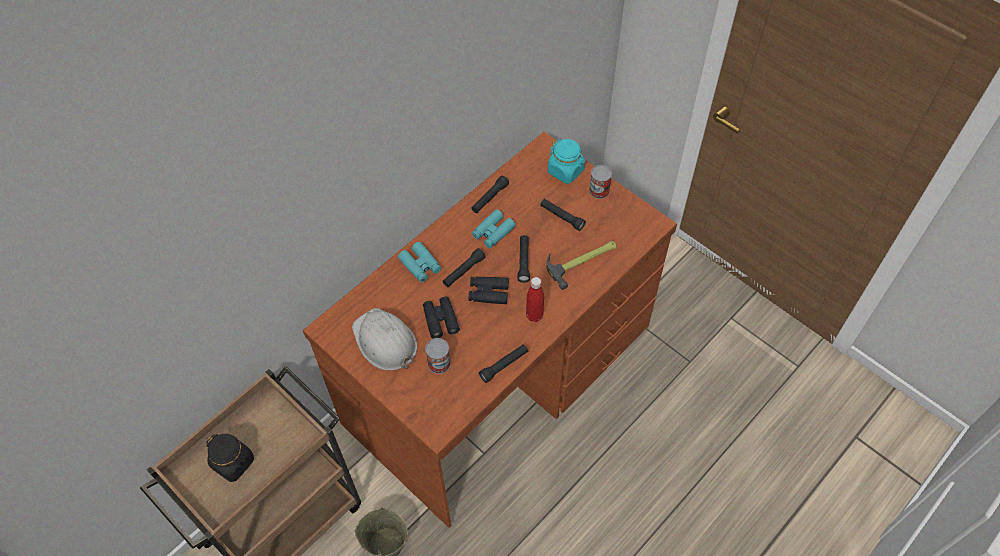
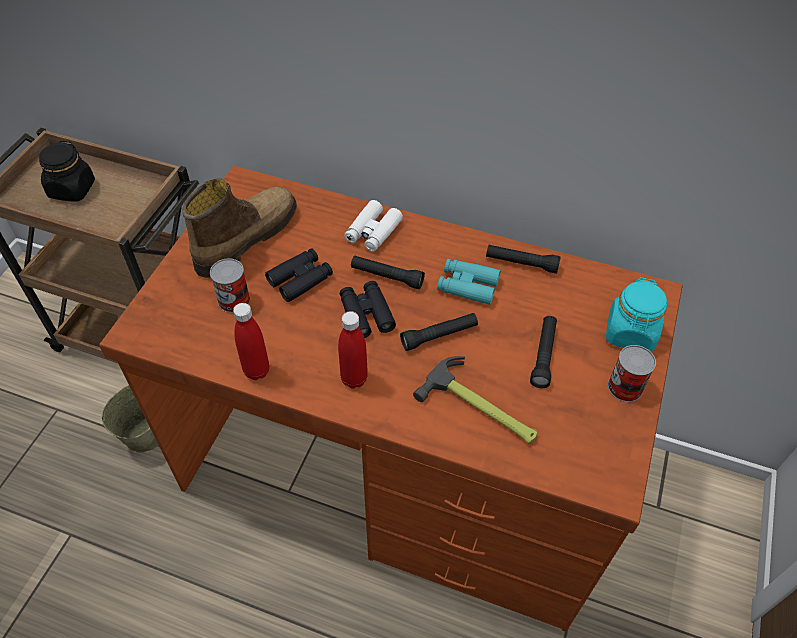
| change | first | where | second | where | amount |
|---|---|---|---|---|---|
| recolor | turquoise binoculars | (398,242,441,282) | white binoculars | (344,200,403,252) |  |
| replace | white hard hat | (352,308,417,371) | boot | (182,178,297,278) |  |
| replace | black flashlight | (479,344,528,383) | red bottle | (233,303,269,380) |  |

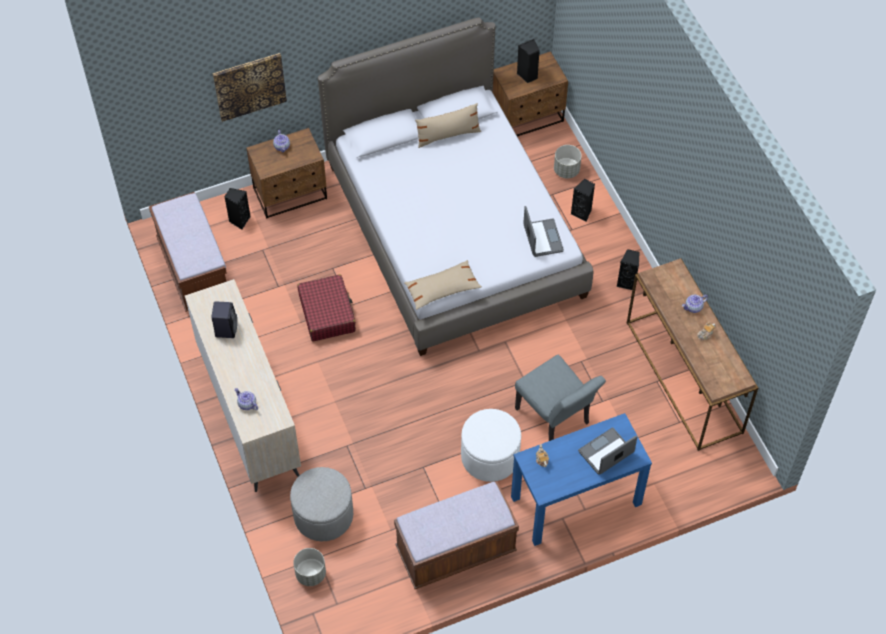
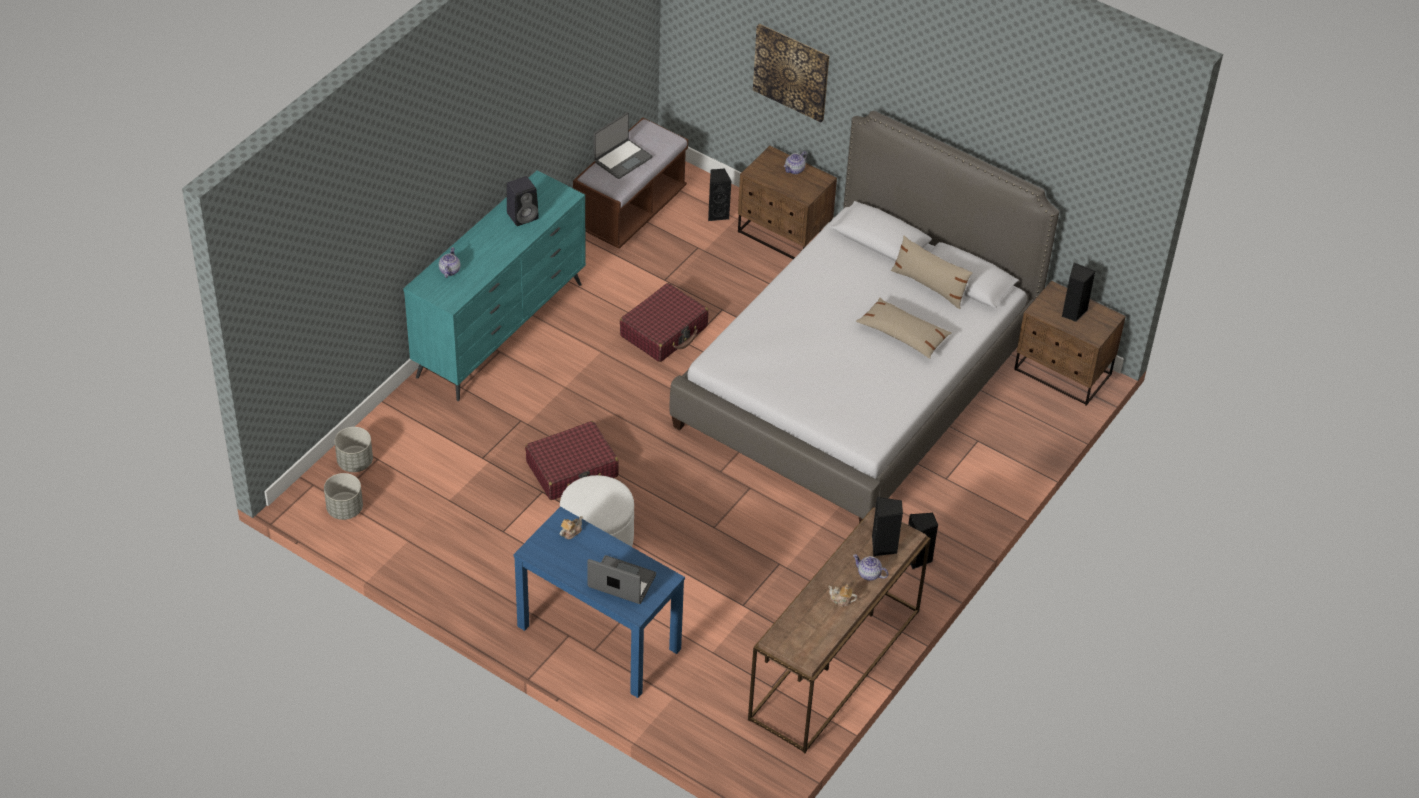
| change | first | where | second | where | amount |
|---|---|---|---|---|---|
| move | grey planter | (554,145,582,178) |  | (324,473,363,520) |  |
| move | black speaker | (571,179,595,222) |  | (872,497,903,557) |  |
| move | laptop | (523,206,564,257) |  | (594,112,653,179) |  |
| move | beige pillow | (404,260,482,310) |  | (856,298,952,358) |  |
| recolor | beige dresser | (185,279,301,492) | turquoise dresser | (403,171,586,401) |  |
| delete | grey chair | (515,355,606,441) |  |  |  |
| delete | grey ottoman | (290,467,353,541) |  |  |  |
| delete | brown bench | (394,481,519,589) |  |  |  |
| insert |  |  | red suitcase | (525,421,619,500) |  |

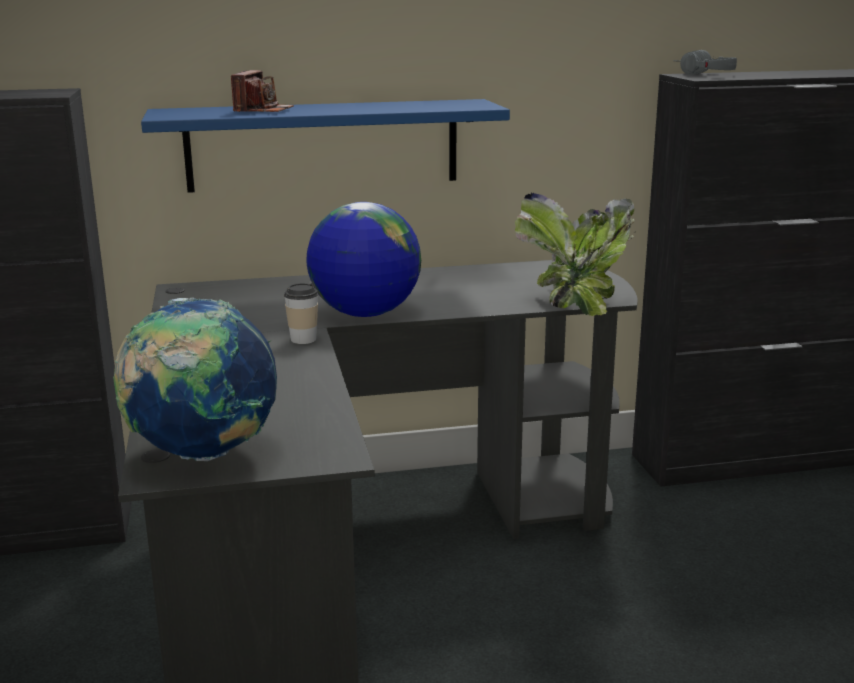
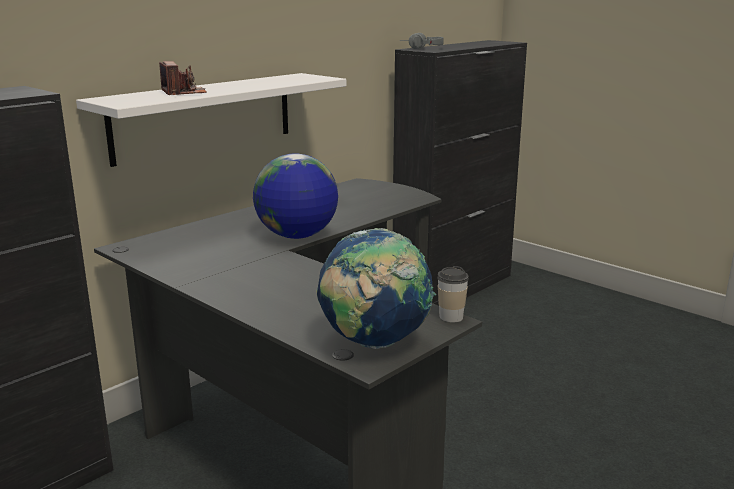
| change | first | where | second | where | amount |
|---|---|---|---|---|---|
| recolor | blue shelf | (141,99,510,193) | white shelf | (76,73,346,167) |  |
| delete | potted plant | (515,193,637,316) |  |  |  |
| move | cup | (284,283,318,344) |  | (437,266,469,323) |  |

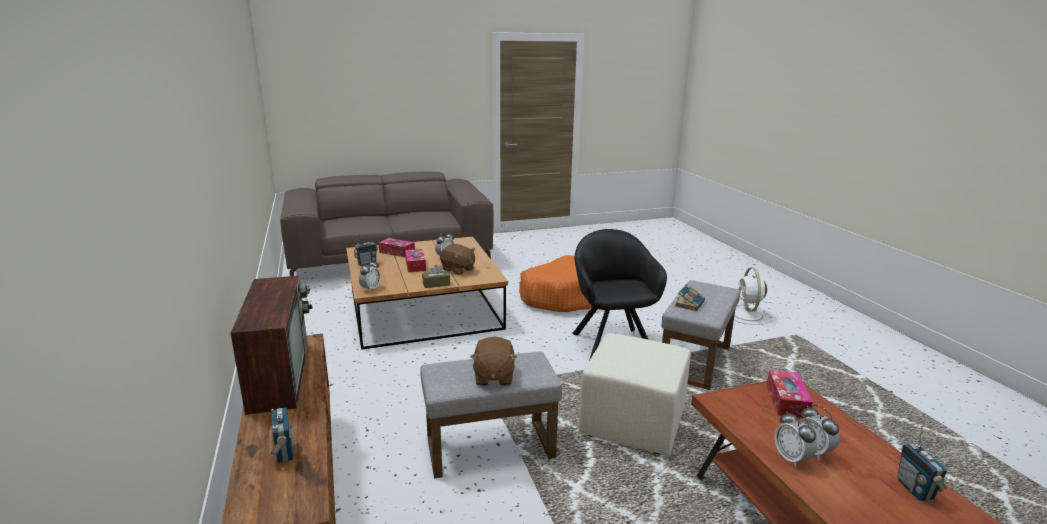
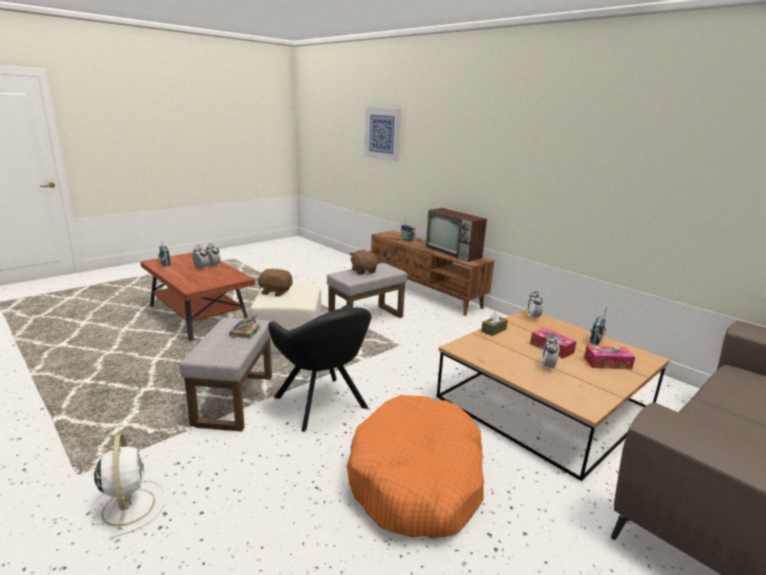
| change | first | where | second | where | amount |
|---|---|---|---|---|---|
| move | brown plush toy | (440,244,475,275) |  | (258,268,293,297) |  |
| delete | tissue box | (767,370,813,418) |  |  |  |
| insert |  |  | picture | (365,107,401,161) |  |

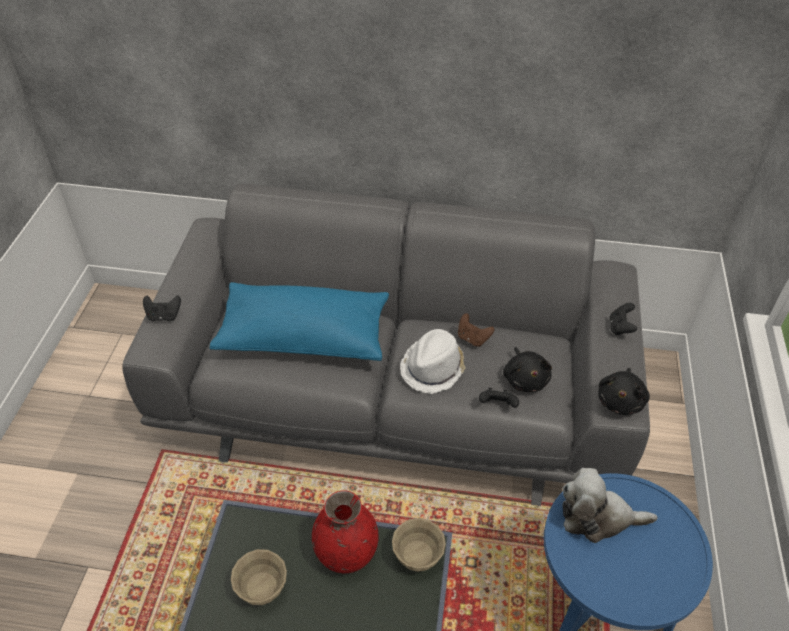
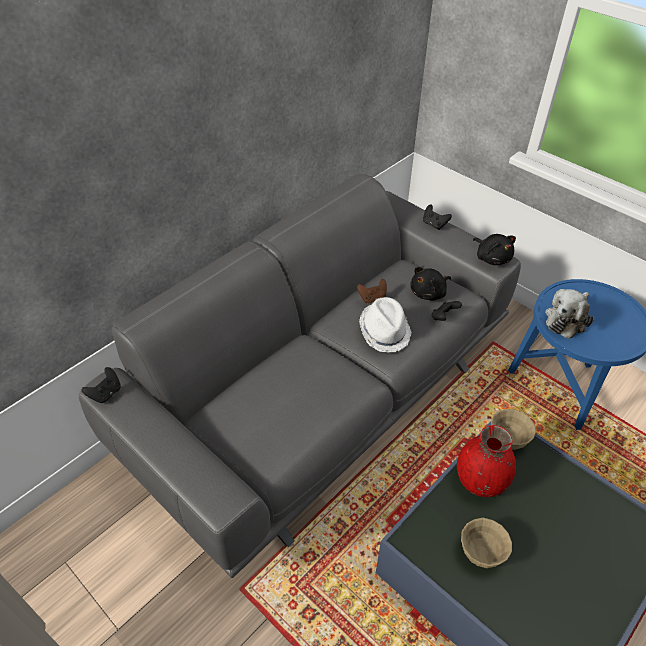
| change | first | where | second | where | amount |
|---|---|---|---|---|---|
| delete | blue pillow | (210,282,389,361) |  |  |  |
| move | black game controller | (143,295,181,321) |  | (82,367,121,403) |  |
| rotate | black plush toy | (503,347,552,392) |  | (410,267,451,300) | 120 degrees clockwise |

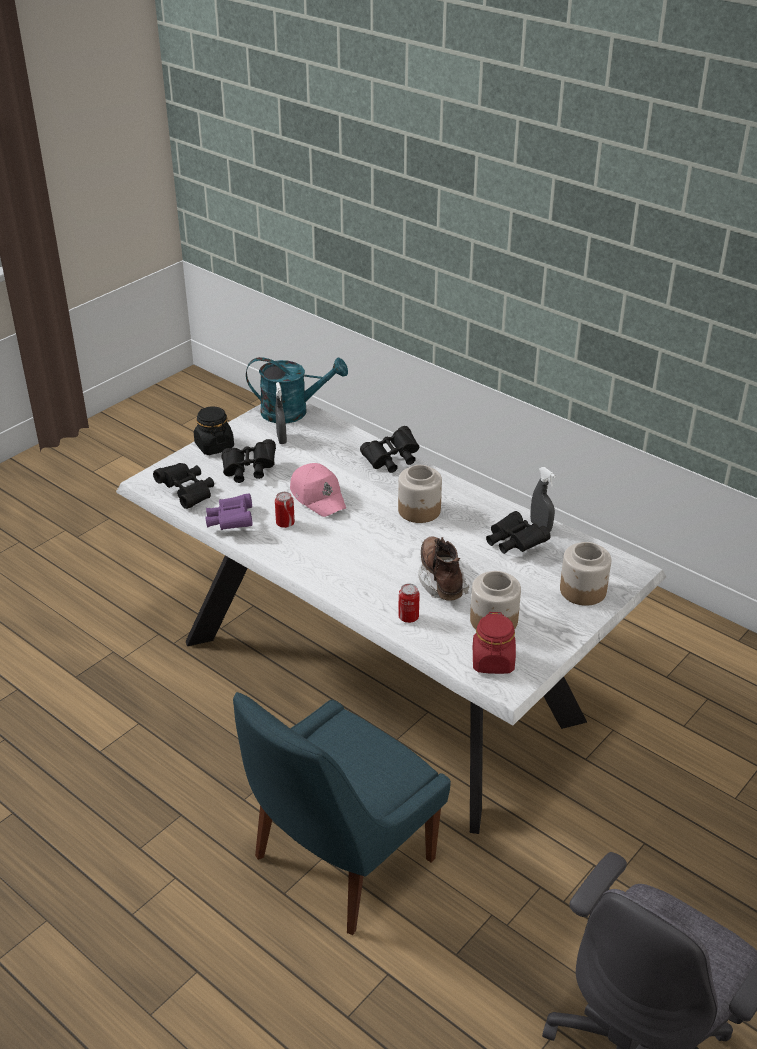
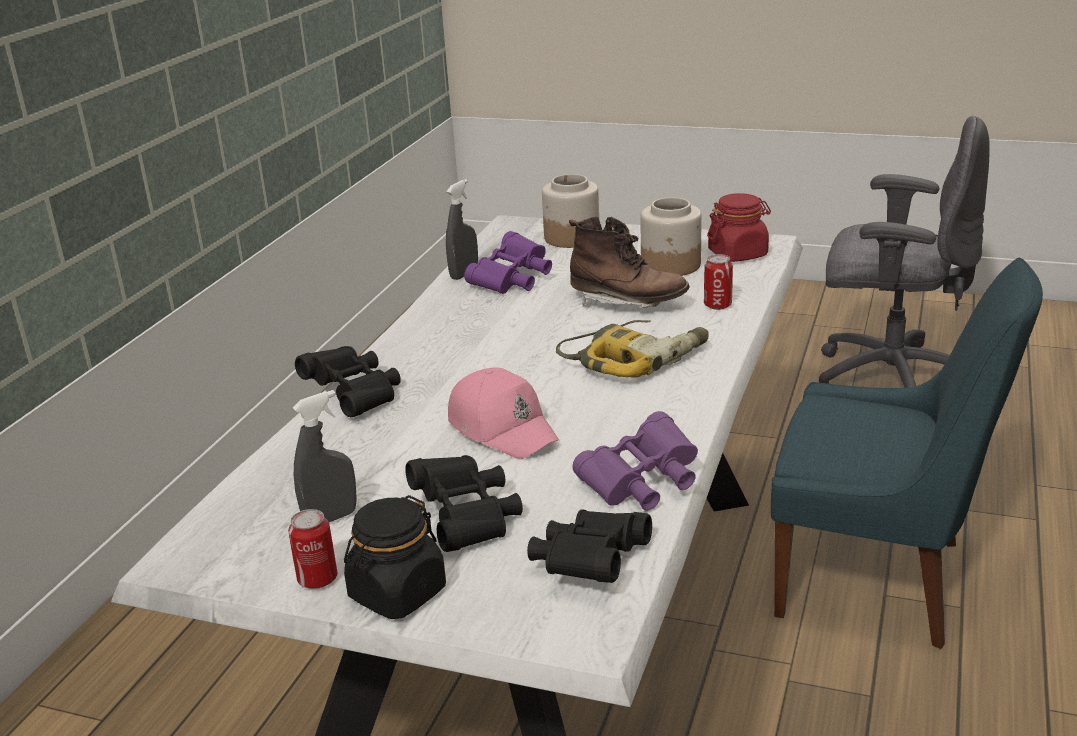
| change | first | where | second | where | amount |
|---|---|---|---|---|---|
| delete | turquoise watering can | (246,357,348,423) |  |  |  |
| rotate | pink cap | (290,463,346,517) |  | (448,367,559,459) | 105 degrees clockwise |
| delete | jar | (398,465,442,523) |  |  |  |
| move | can | (275,492,295,528) |  | (288,509,337,589) |  |
| recolor | black binoculars | (486,511,551,554) | purple binoculars | (464,231,552,294) |  |
| rotate | brown boot | (419,536,469,601) |  | (569,217,690,308) | 120 degrees counterclockwise |
| insert |  |  | power drill | (556,320,709,378) |  |

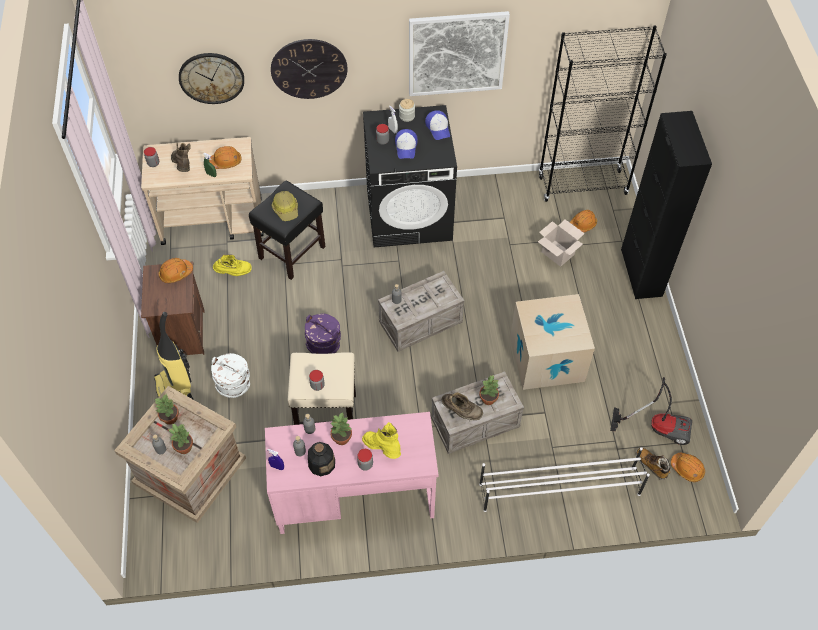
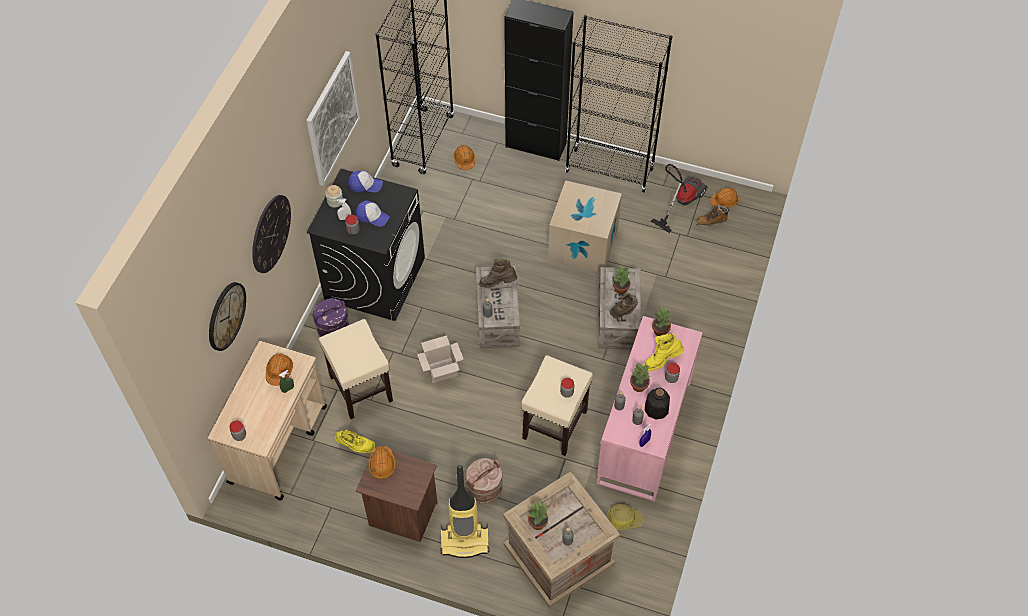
| change | first | where | second | where | amount |
|---|---|---|---|---|---|
| move | brown boot | (171,143,191,172) |  | (479,259,517,288) |  |
| recolor | black stool | (249,181,326,280) | beige stool | (319,319,393,419) |  |
| move | hard hat | (272,191,298,221) |  | (607,504,643,530) |  |
| move | cardboard box | (538,219,585,267) |  | (417,335,464,383) |  |
| rotate | yellow boot | (213,254,252,276) |  | (335,429,375,453) | 90 degrees clockwise |
| move | purple bucket | (305,314,341,354) |  | (313,298,349,337) |  |
| recolor | white bucket | (211,353,250,398) | brown bucket | (466,458,503,504) |  |
| move | potted plant | (169,424,193,454) |  | (652,305,671,336) |  |
| delete | white shoe rack | (479,447,650,512) |  |  |  |
| insert |  |  | black bookcase | (565,15,672,192) |  |

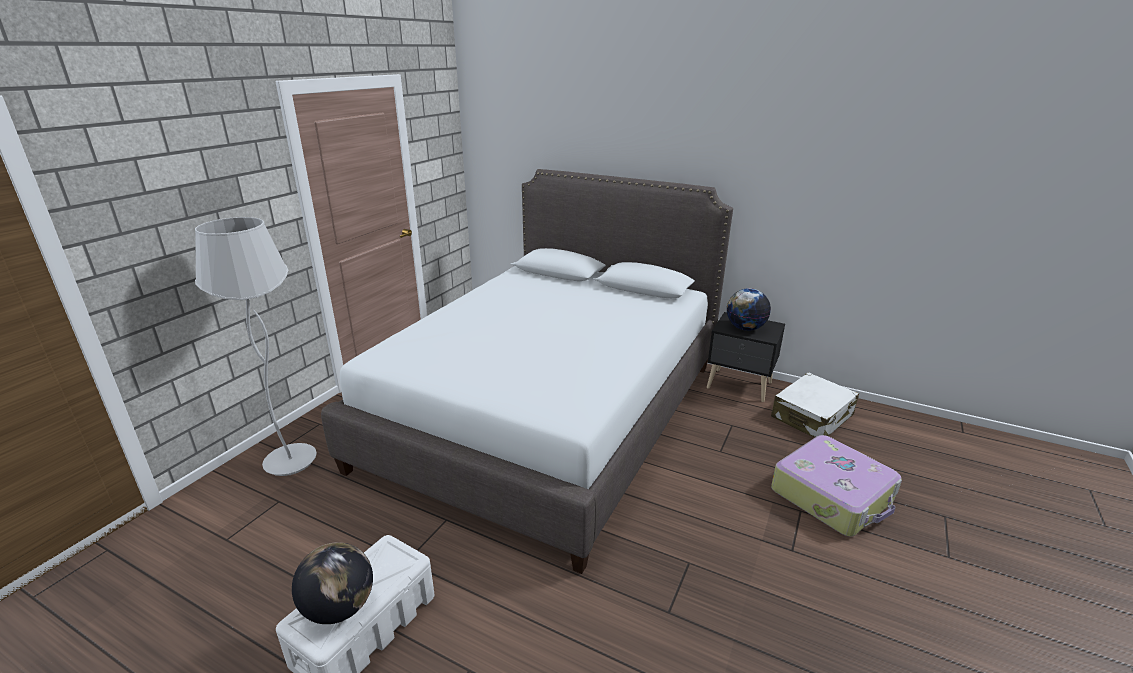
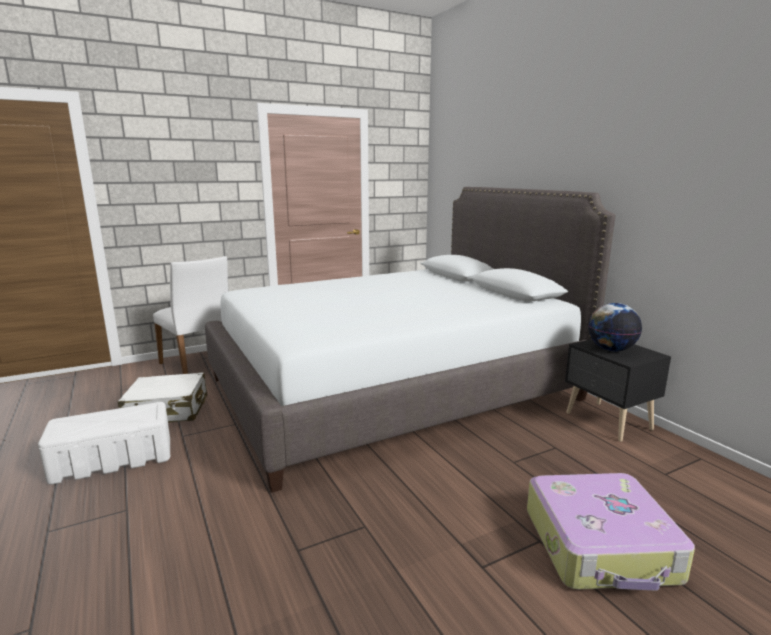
| change | first | where | second | where | amount |
|---|---|---|---|---|---|
| replace | white floor lamp | (195,217,317,476) | white chair | (153,256,228,374) |  |
| move | white suitcase | (771,372,859,438) |  | (118,372,207,423) |  |
| delete | globe | (292,542,373,624) |  |  |  |

